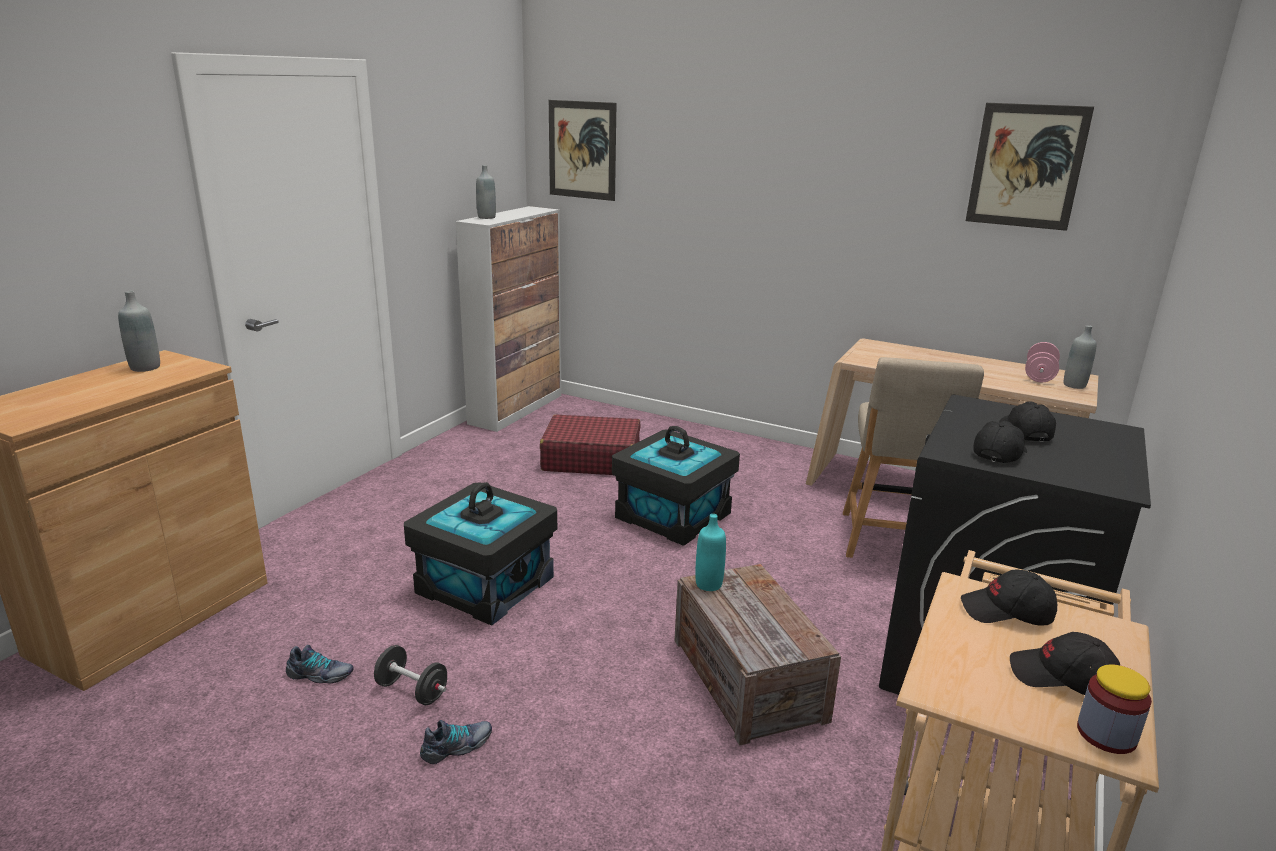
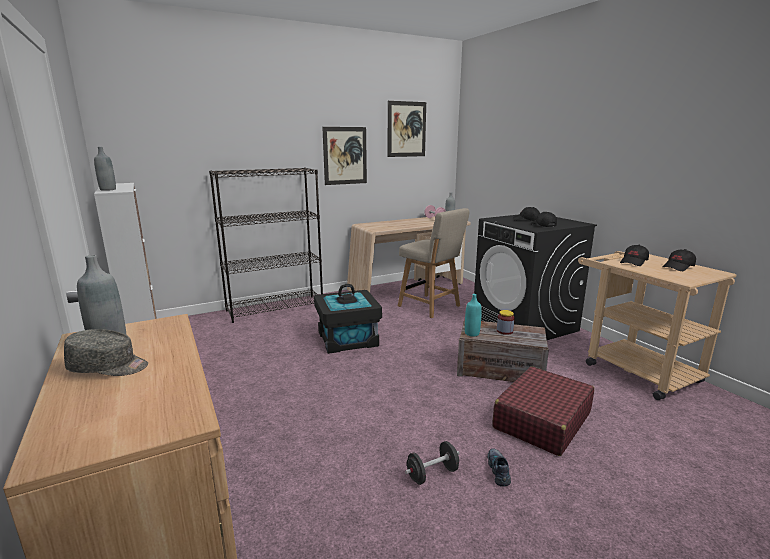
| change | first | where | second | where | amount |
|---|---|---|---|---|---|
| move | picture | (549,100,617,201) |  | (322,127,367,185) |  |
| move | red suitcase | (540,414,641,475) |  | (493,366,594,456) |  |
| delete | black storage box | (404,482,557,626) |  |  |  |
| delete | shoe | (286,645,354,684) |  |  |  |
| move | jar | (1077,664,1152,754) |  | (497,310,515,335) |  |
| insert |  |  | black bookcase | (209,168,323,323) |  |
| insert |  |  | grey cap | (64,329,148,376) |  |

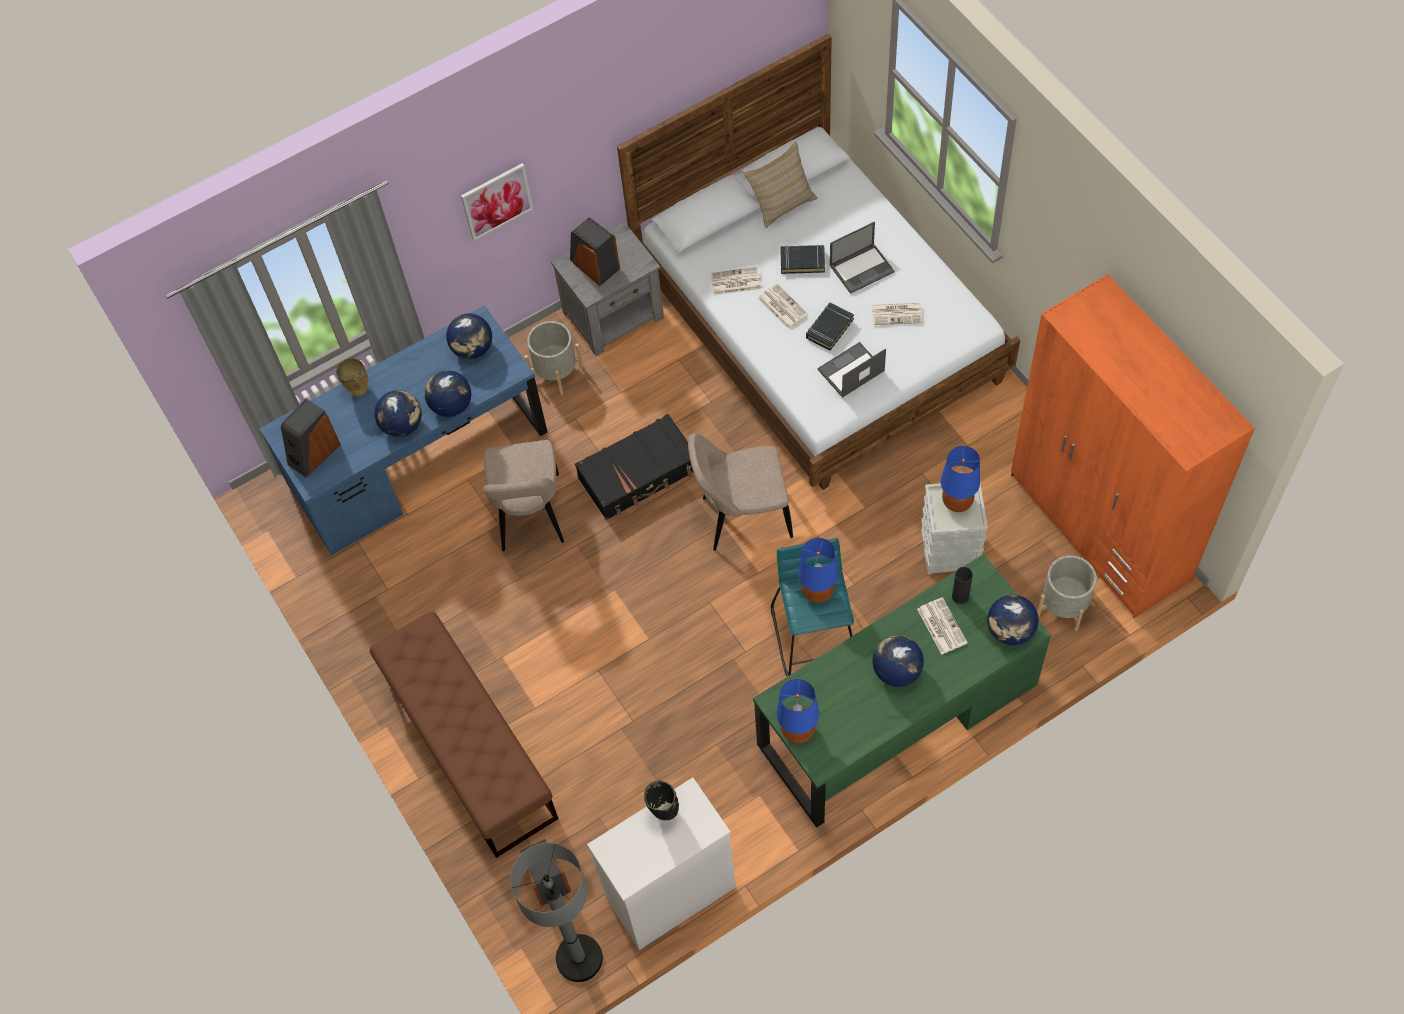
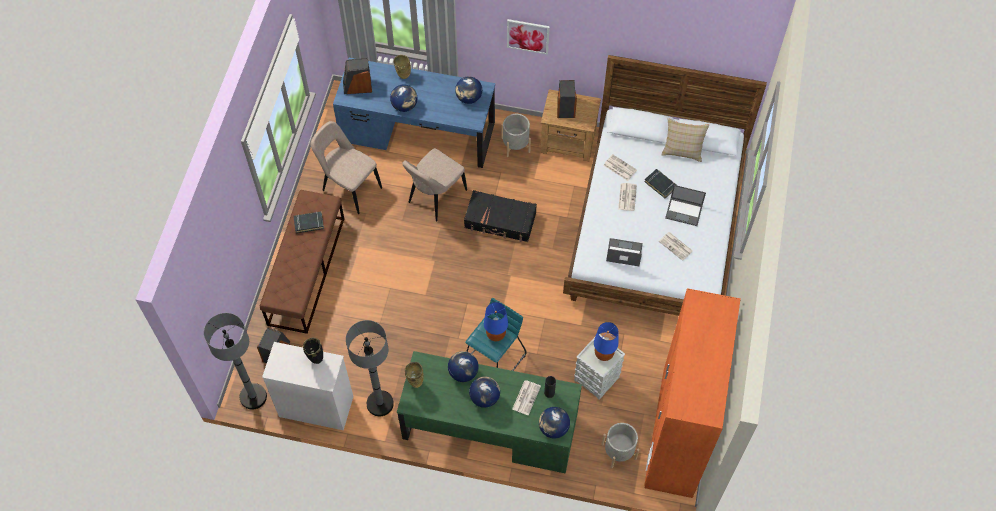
| change | first | where | second | where | amount |
|---|---|---|---|---|---|
| recolor | grey nightstand | (551,222,664,356) | brown nightstand | (540,89,601,161) |  |
| move | black book | (806,302,854,351) |  | (293,211,324,233) |  |
| move | globe | (425,370,471,417) |  | (448,351,479,382) |  |
| move | beige chair | (688,433,793,551) |  | (310,121,382,214) |  |
| replace | blue table lamp | (777,679,819,743) | beige vase | (405,362,424,388) |  |
| insert |  |  | grey floor lamp | (346,320,394,416) |  |

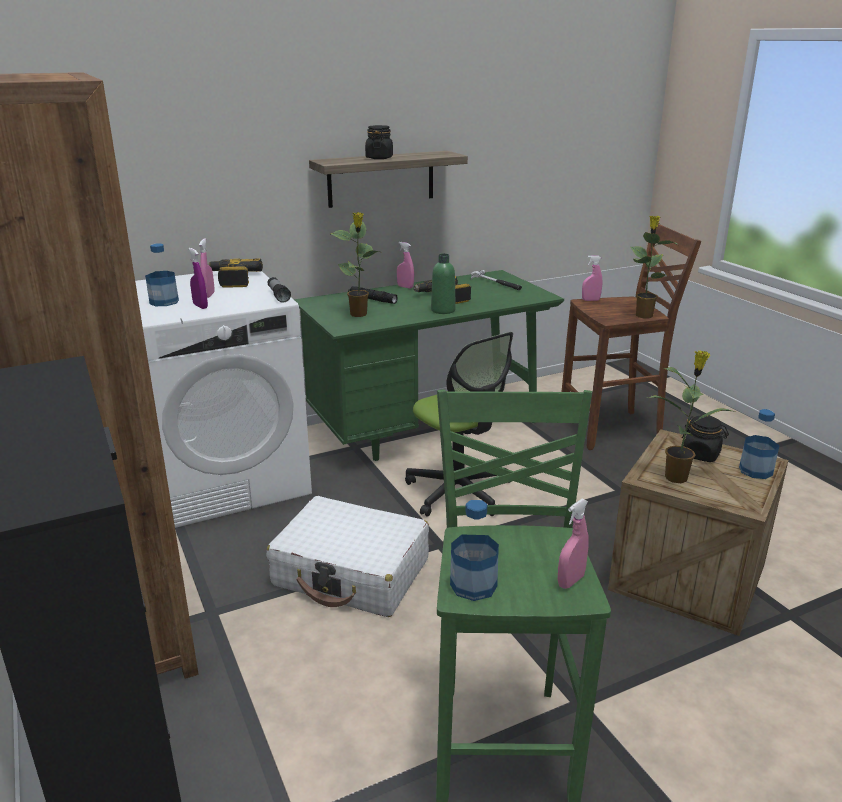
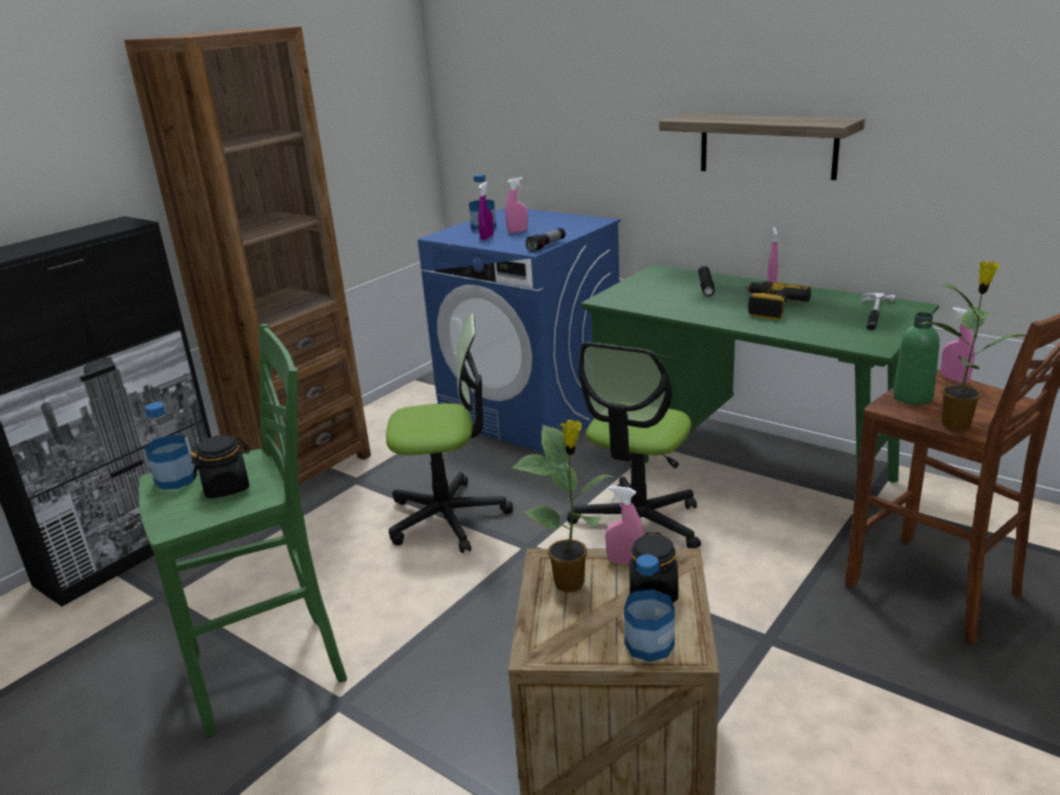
| change | first | where | second | where | amount |
|---|---|---|---|---|---|
| move | black jar | (365,125,393,159) |  | (190,435,250,498) |  |
| delete | potted plant | (331,212,379,317) |  |  |  |
| move | green bottle | (431,254,456,314) |  | (893,312,940,405) |  |
| delete | power drill | (207,258,263,288) |  |  |  |
| recolor | white washing machine | (135,271,312,528) | blue washing machine | (418,207,621,453) |  |
| replace | white suitcase | (267,496,429,617) | office chair | (386,313,513,553) |  |
| move | pink spray bottle | (558,499,589,589) |  | (605,486,644,565) |  |

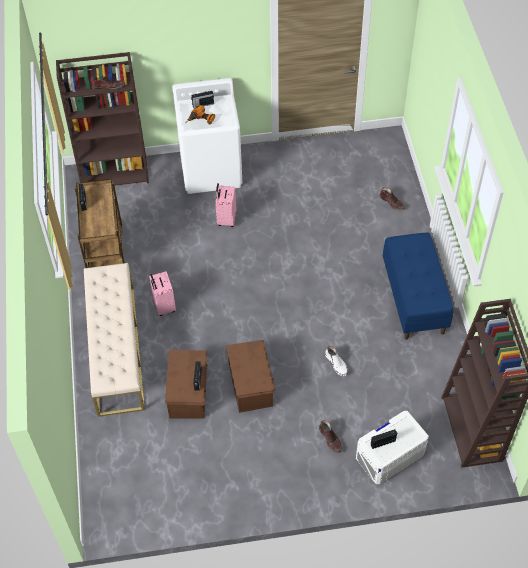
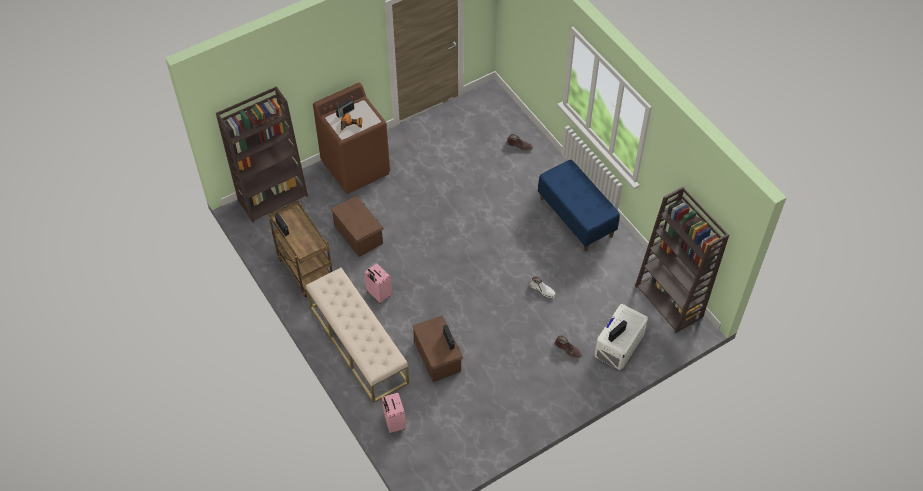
| change | first | where | second | where | amount |
|---|---|---|---|---|---|
| recolor | white washing machine | (172,78,242,194) | brown washing machine | (313,83,390,194) |  |
| move | pink suitcase | (215,183,236,227) |  | (382,393,406,433) |  |
| move | brown storage box | (226,340,276,413) |  | (331,196,384,257) |  |

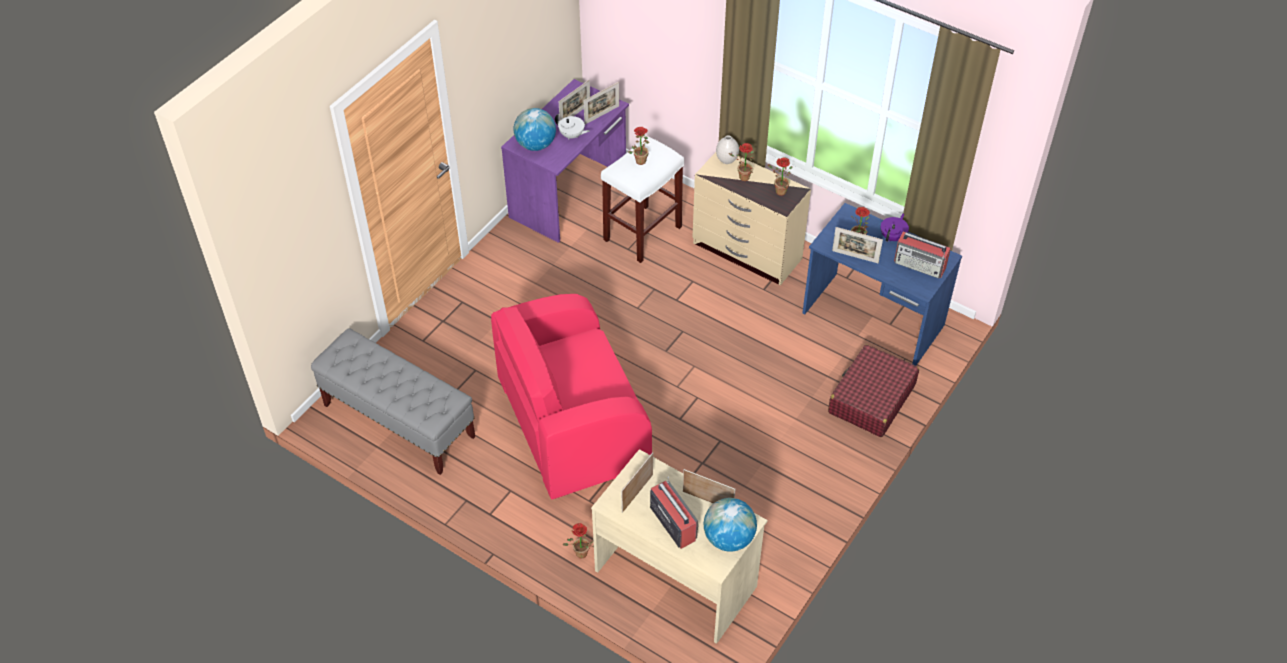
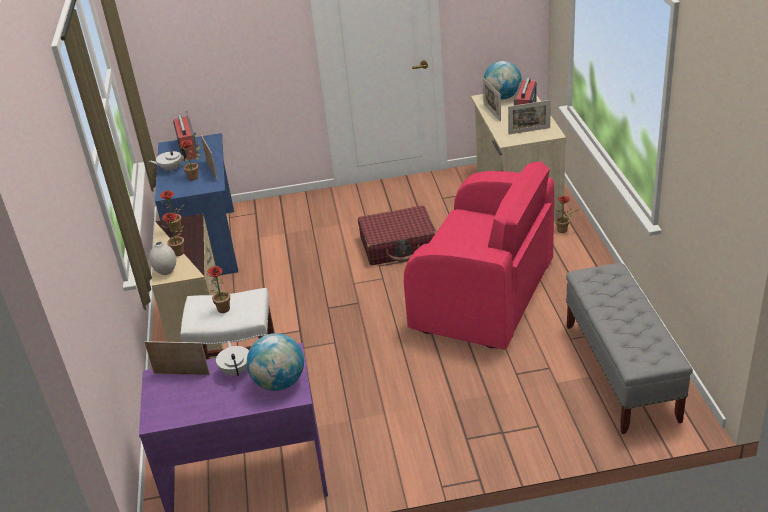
| change | first | where | second | where | amount |
|---|---|---|---|---|---|
| delete | picture frame | (558,80,590,121) |  |  |  |
| recolor | purple teapot | (881,214,909,242) | white teapot | (149,147,186,172) |  |
| move | red suitcase | (828,344,919,437) |  | (358,206,436,265) |  |

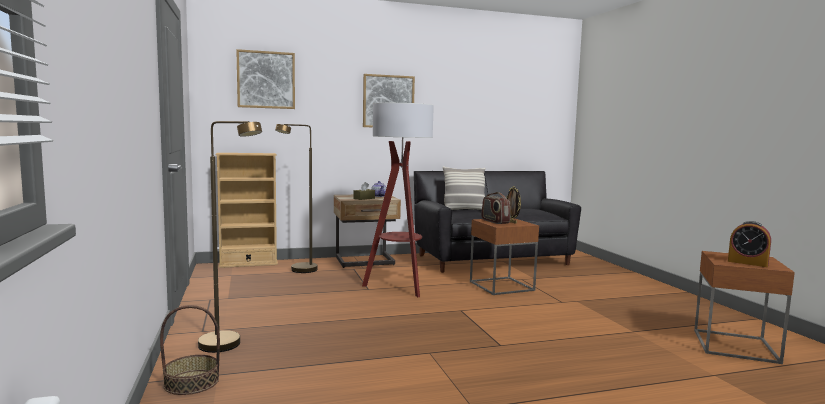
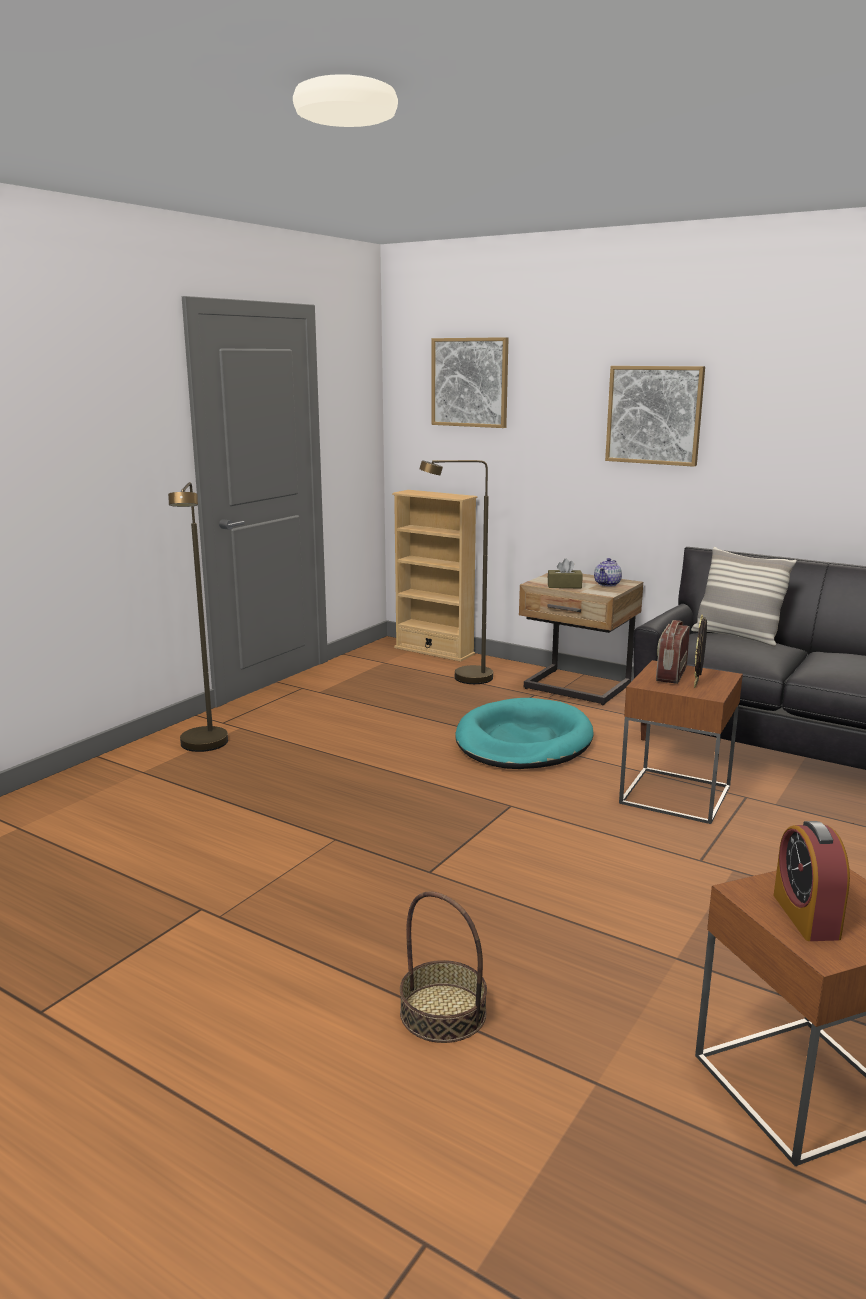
| change | first | where | second | where | amount |
|---|---|---|---|---|---|
| replace | floor lamp | (362,103,434,297) | turquoise dog bed | (455,698,594,769) |  |
| move | basket | (160,305,220,395) |  | (400,892,487,1043) |  |

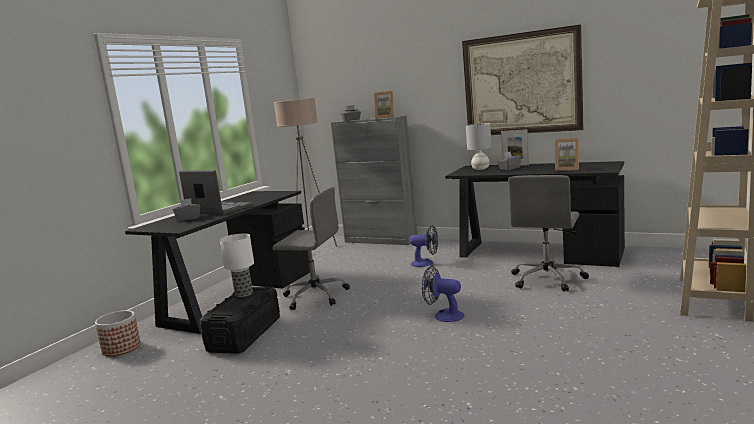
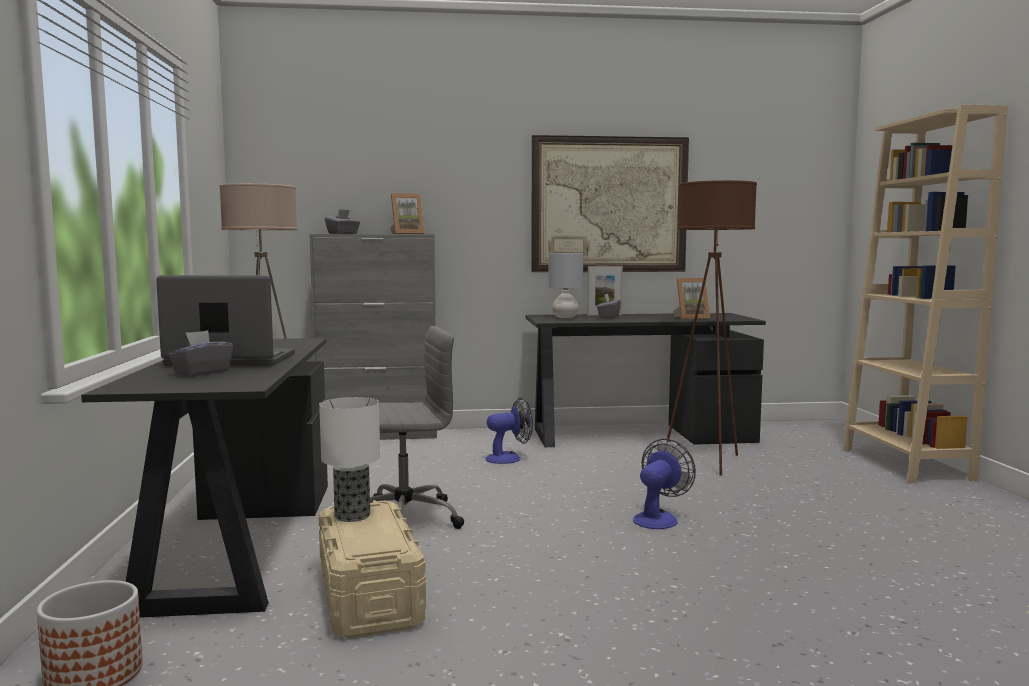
| change | first | where | second | where | amount |
|---|---|---|---|---|---|
| replace | grey office chair | (508,175,589,292) | brown floor lamp | (666,180,757,476) |  |
| rotate | fan | (422,266,464,322) |  | (633,439,696,529) | 135 degrees clockwise |
| recolor | black storage box | (200,286,280,354) | beige storage box | (319,500,426,638) |  |

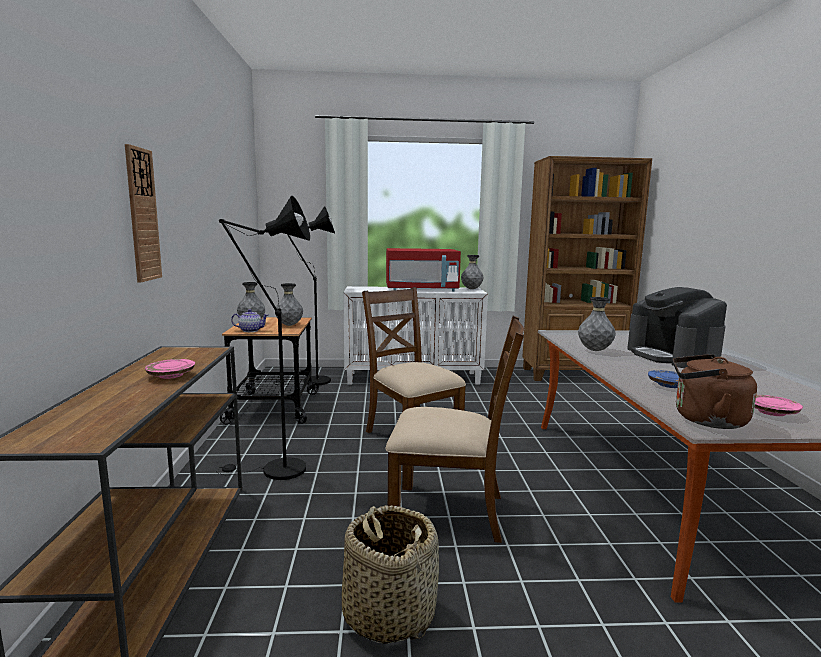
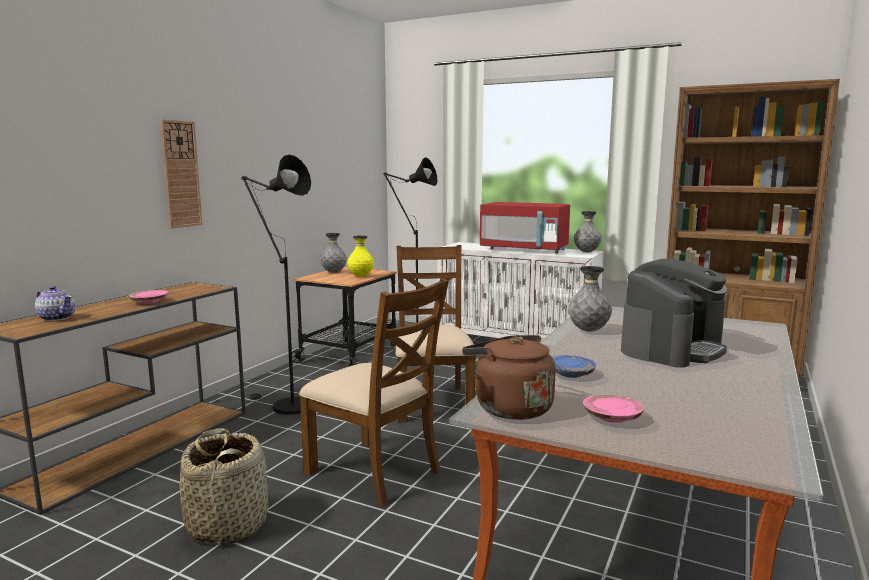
| change | first | where | second | where | amount |
|---|---|---|---|---|---|
| recolor | grey vase | (276,283,303,326) | yellow vase | (347,235,374,277) |  |
| rotate | coffee machine | (627,287,727,368) |  | (621,259,727,367) | 150 degrees counterclockwise |
| move | teapot | (231,309,268,332) |  | (35,286,75,321) |  |

